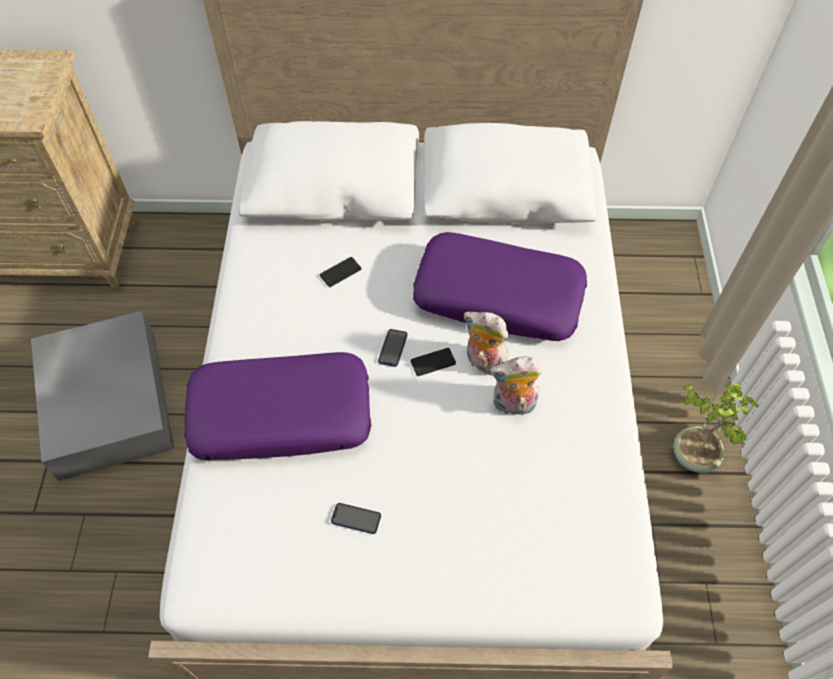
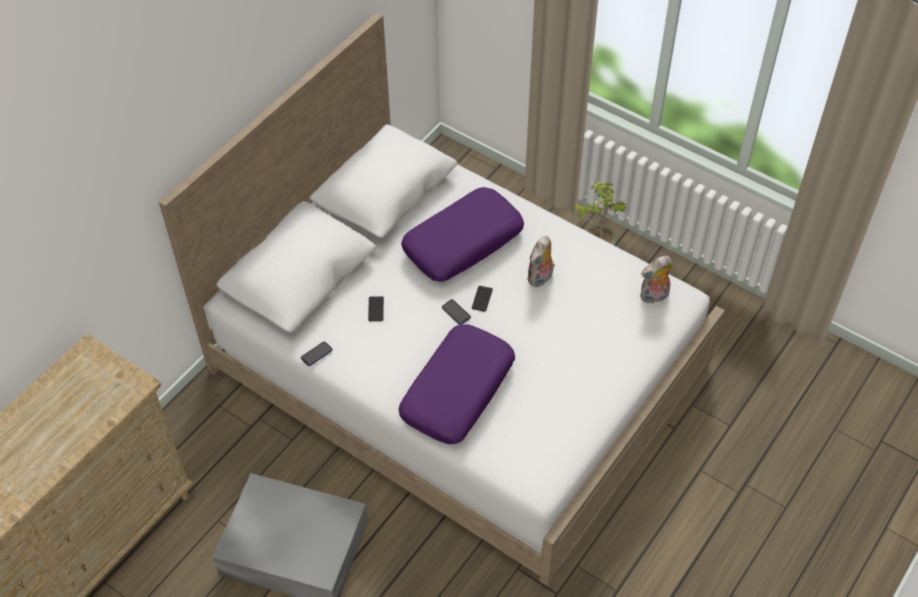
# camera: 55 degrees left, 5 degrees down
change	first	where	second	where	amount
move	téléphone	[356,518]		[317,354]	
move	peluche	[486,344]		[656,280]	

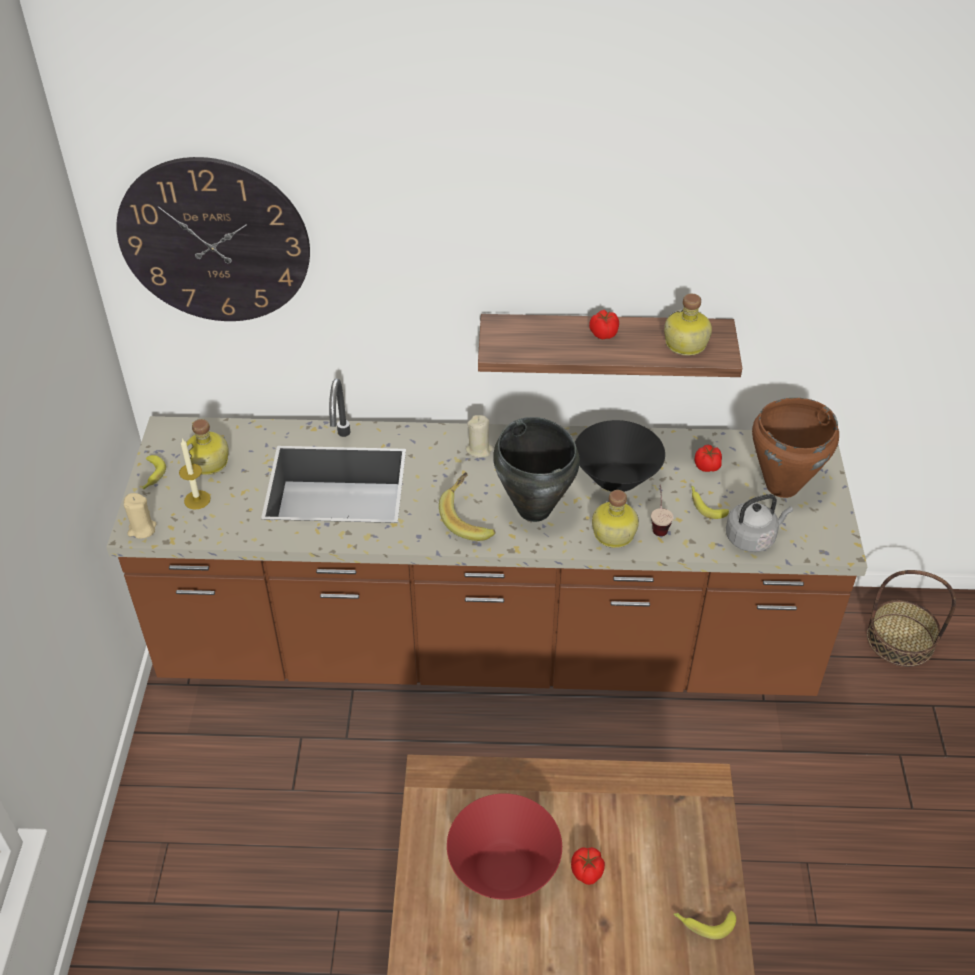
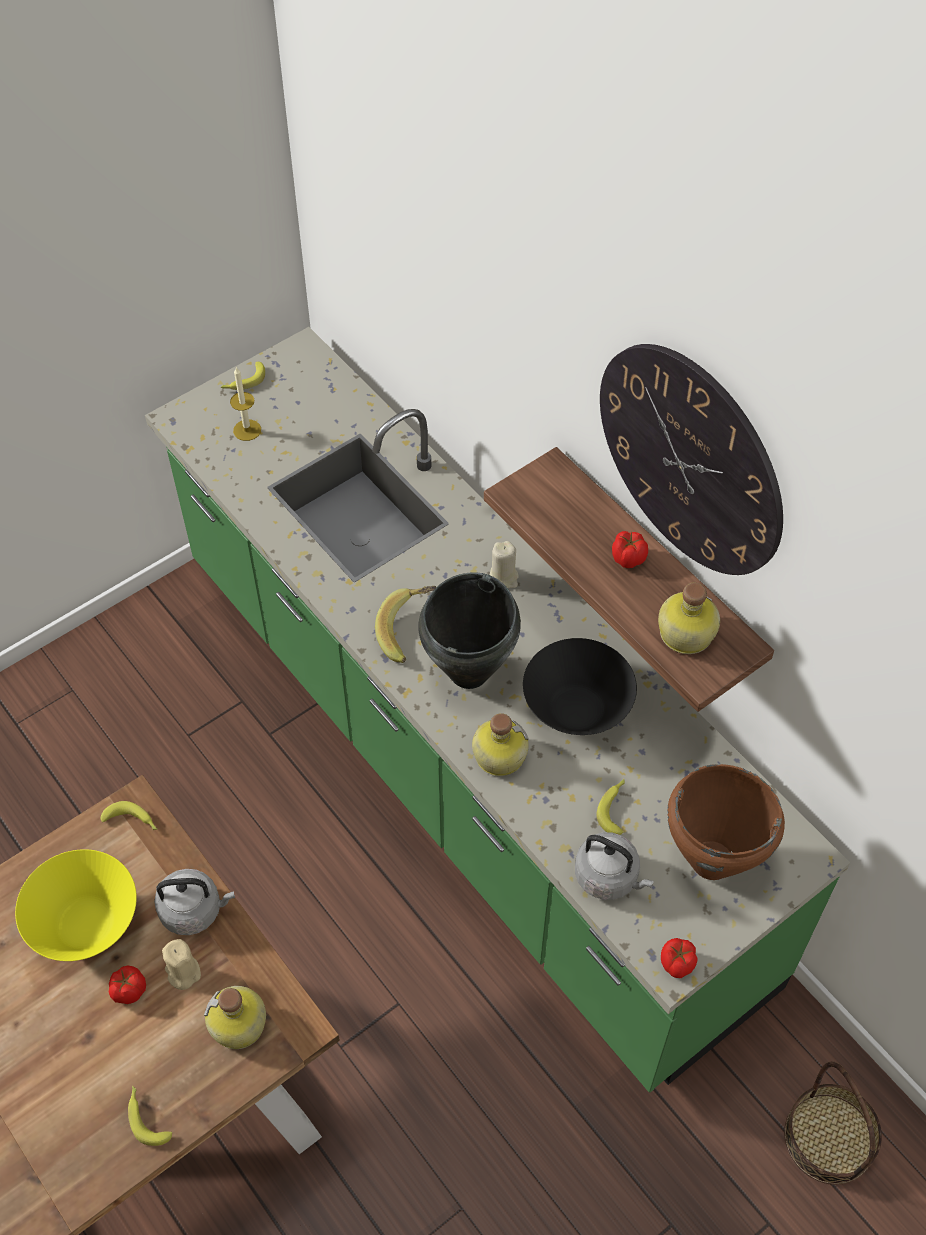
# camera: 50 degrees right, 10 degrees up
change	first	where	second	where	amount
delete	tasse	[662,510]			
insert			banane	[129,815]	
insert			bouilloire (gris)	[194,902]	
move	horloge murale	[213,239]		[691,459]	
move	bougie (beige)	[140,516]		[181,964]	
move	bouteille	[207,447]		[235,1017]	
move	tomate	[708,458]		[679,958]	
recolor	comptoir de cuisine (marron)	[486,537]	comptoir de cuisine (vert)	[497,710]	
recolor	bol (rouge)	[504,846]	bol (jaune)	[76,905]	

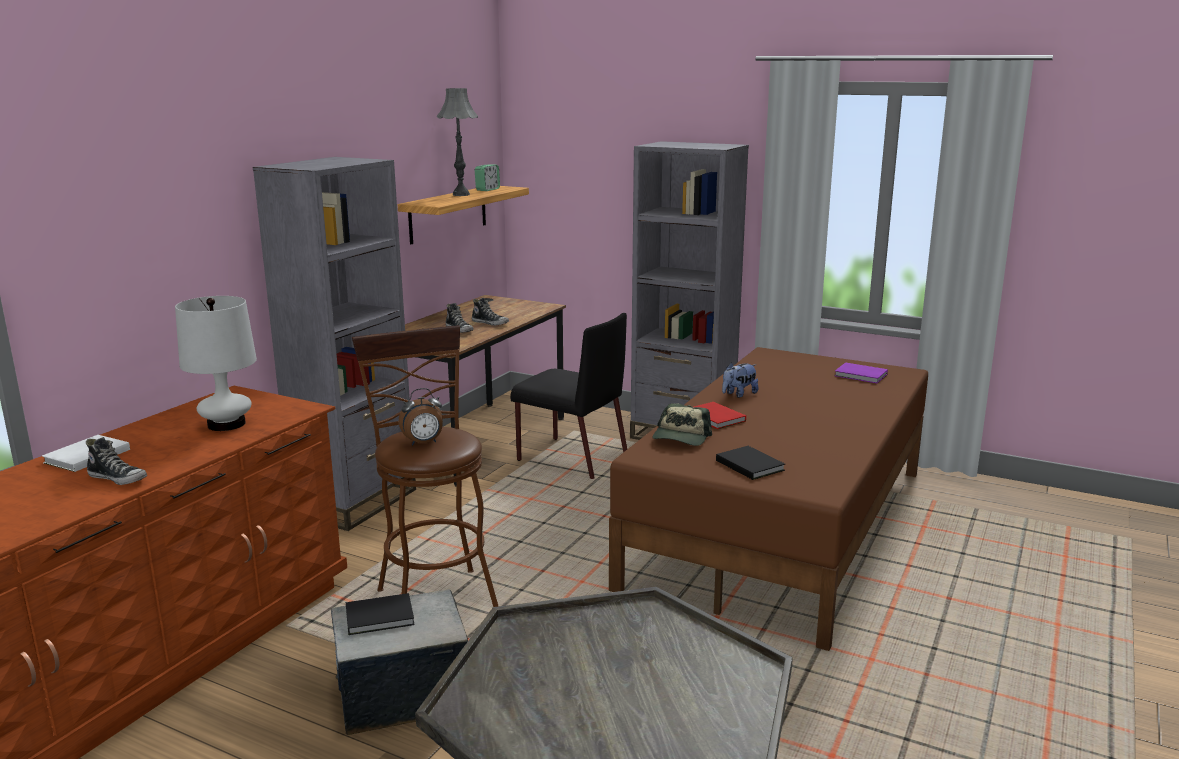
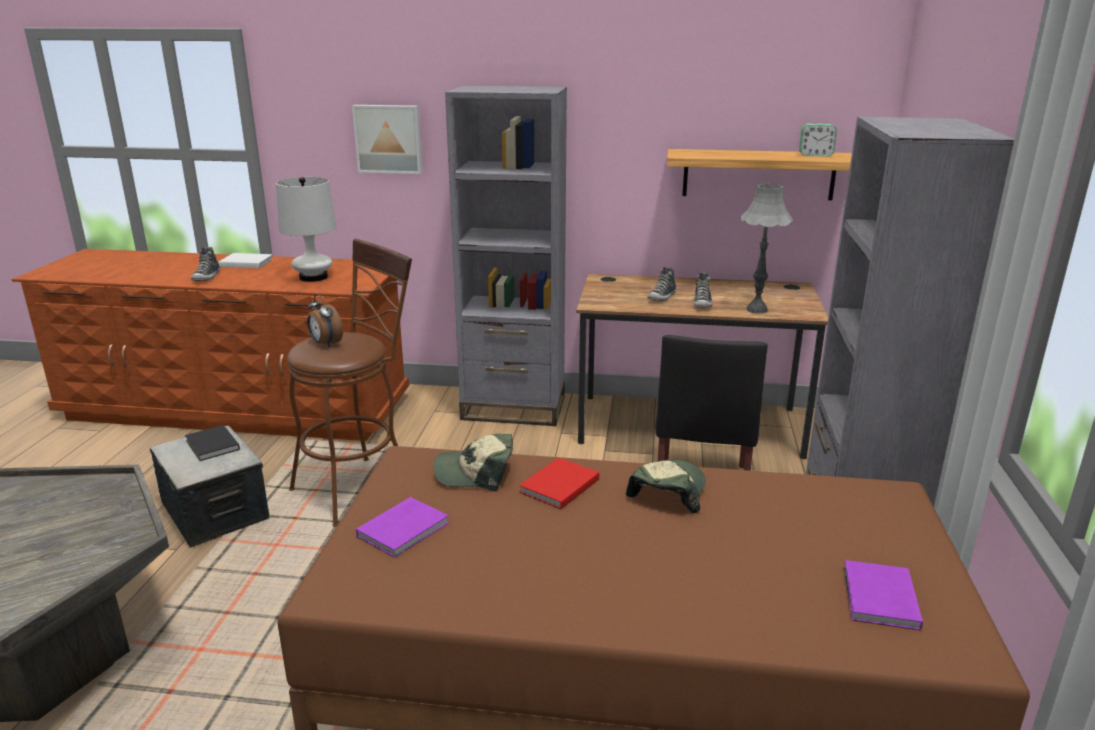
# camera: 70 degrees right, 5 degrees up
change	first	where	second	where	amount
insert			tableau	[387,139]	
move	lampe de table (gris)	[457,142]		[766,249]	
replace	peluche	[740,380]	casquette	[666,486]	
recolor	livre (noir)	[750,463]	livre (violet)	[402,527]	

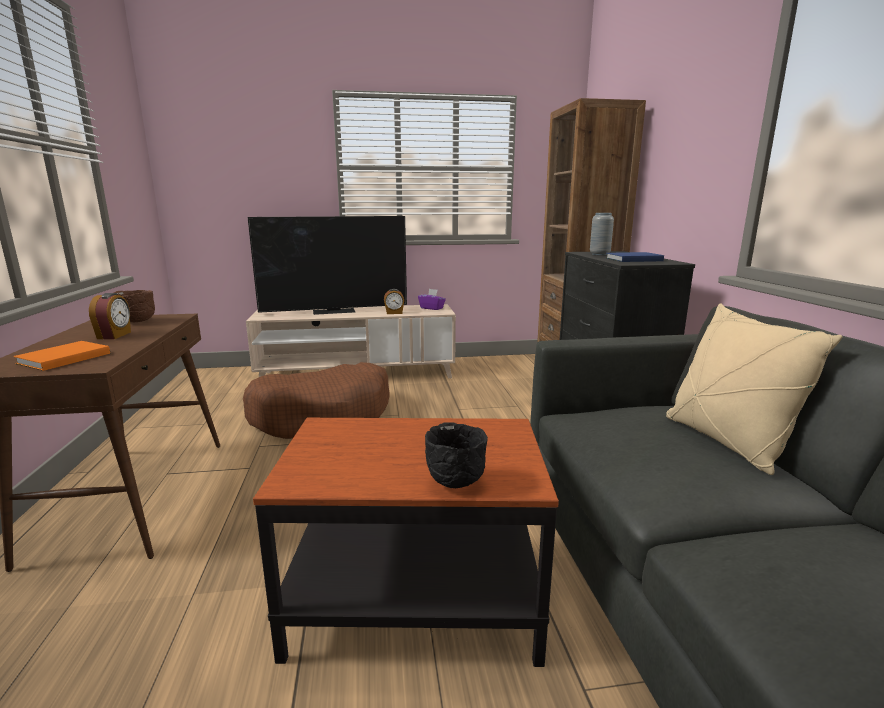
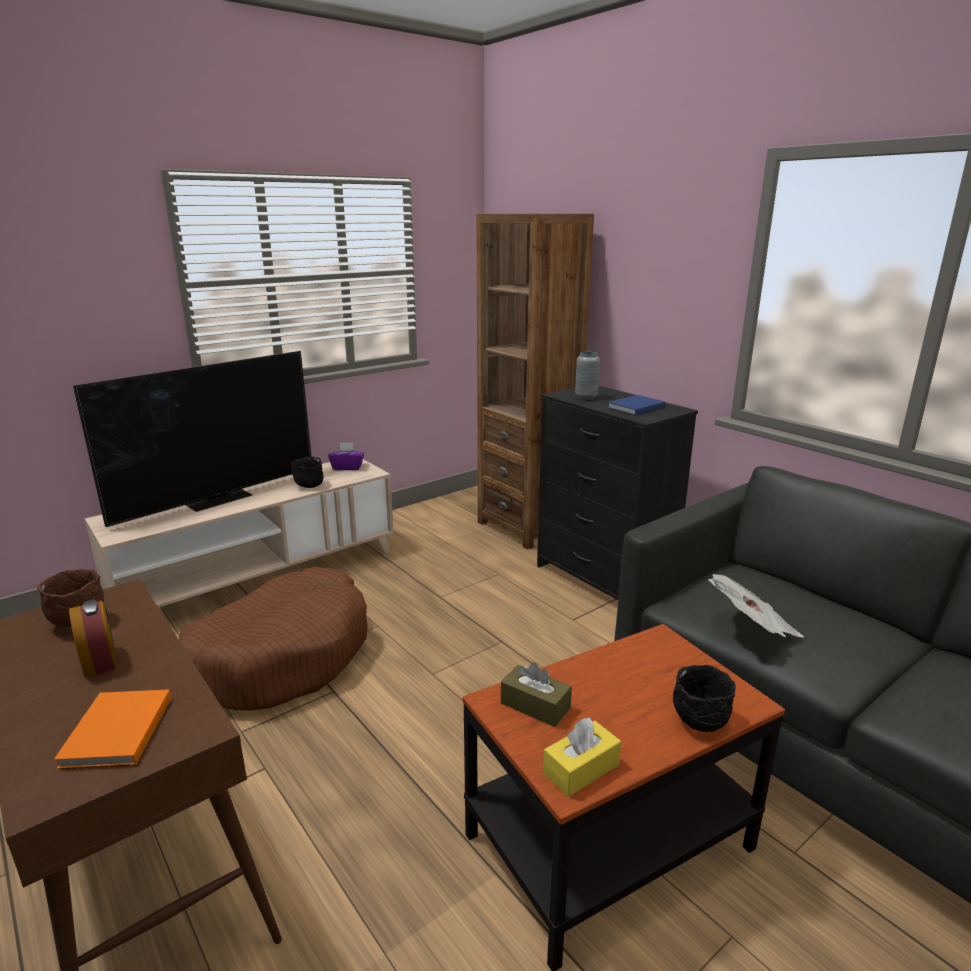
# camera: 30 degrees left, 5 degrees up
change	first	where	second	where	amount
delete	coussin (beige)	[754,389]			
insert			boîte à mouchoirs (marron)	[536,694]	
insert			boîte à mouchoirs (jaune)	[582,757]	
insert			journal	[756,605]	
replace	réveil	[394,301]	bol (noir)	[307,472]	

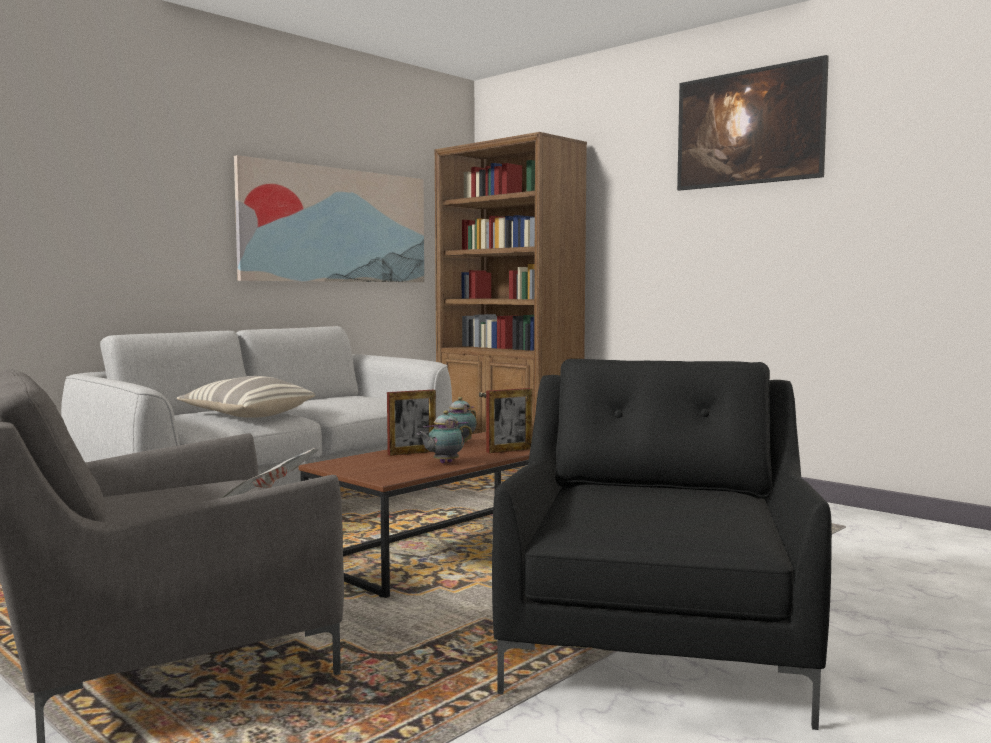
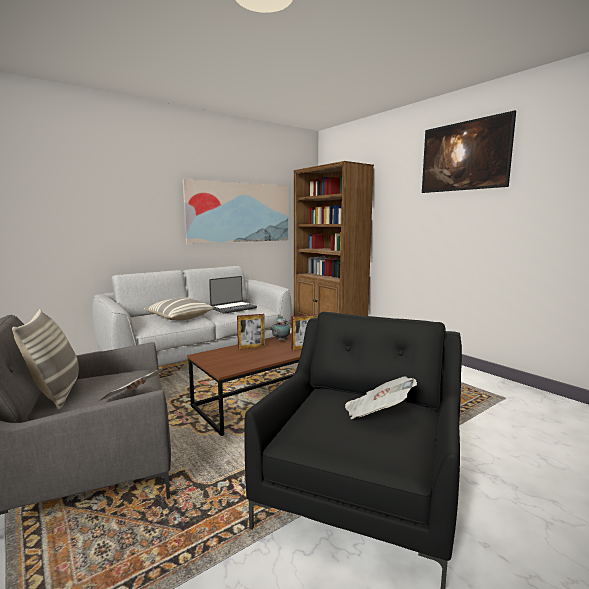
# camera: 10 degrees right, 5 degrees up
change	first	where	second	where	amount
delete	théière	[444,437]			
insert			coussin	[45,359]	
insert			ordinateur portable	[233,295]	
insert			journal	[381,397]	

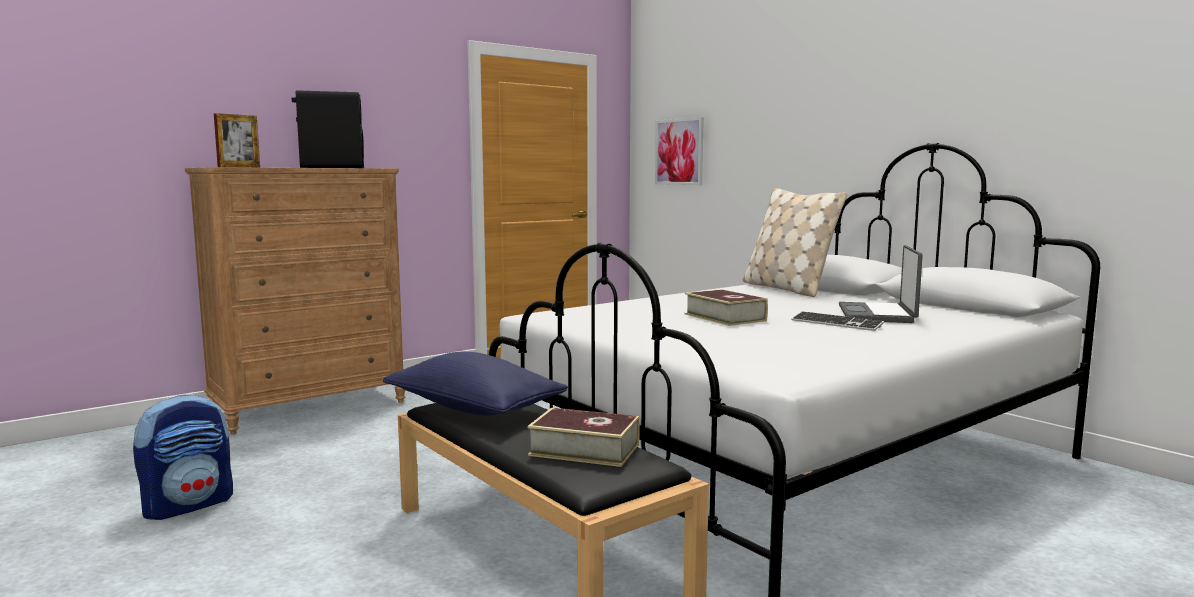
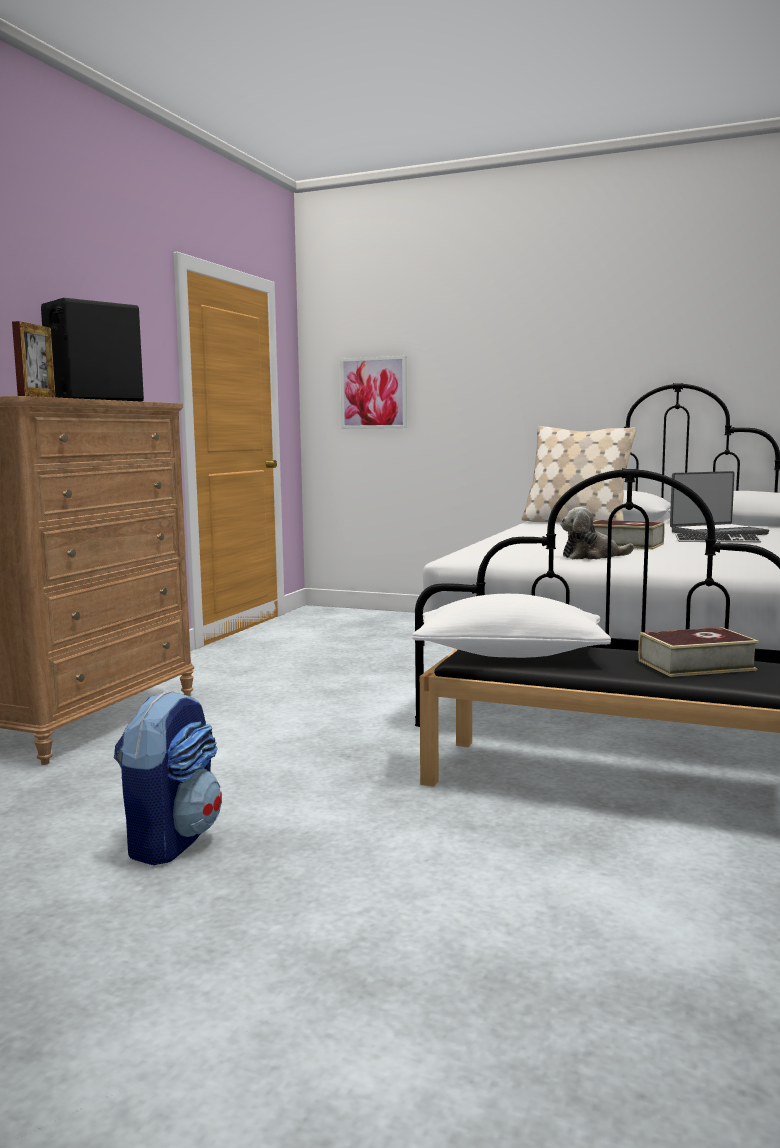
# camera: 30 degrees left, 0 degrees up
change	first	where	second	where	amount
insert			peluche	[597,533]	
recolor	coussin (bleu)	[475,384]	coussin (blanc)	[511,626]	
rotate	ordinateur portable	[881,284]		[719,503]	90 degrees counterclockwise

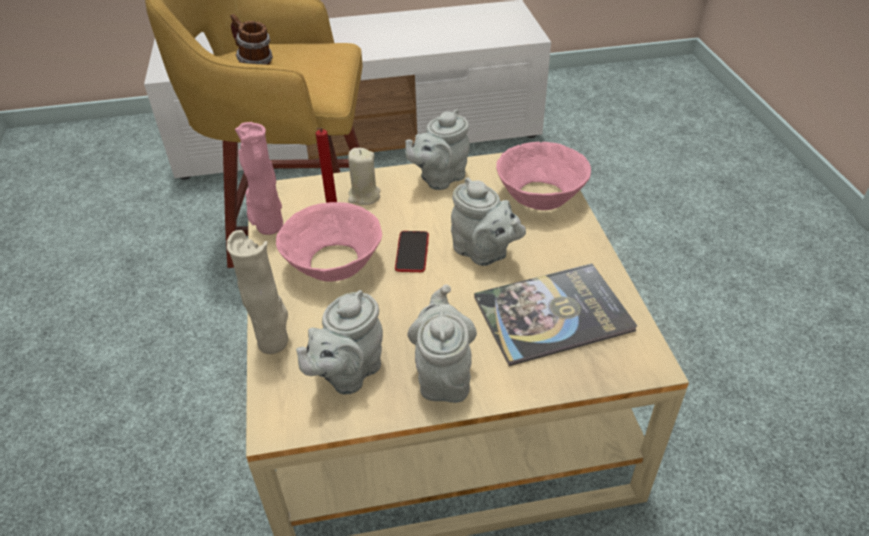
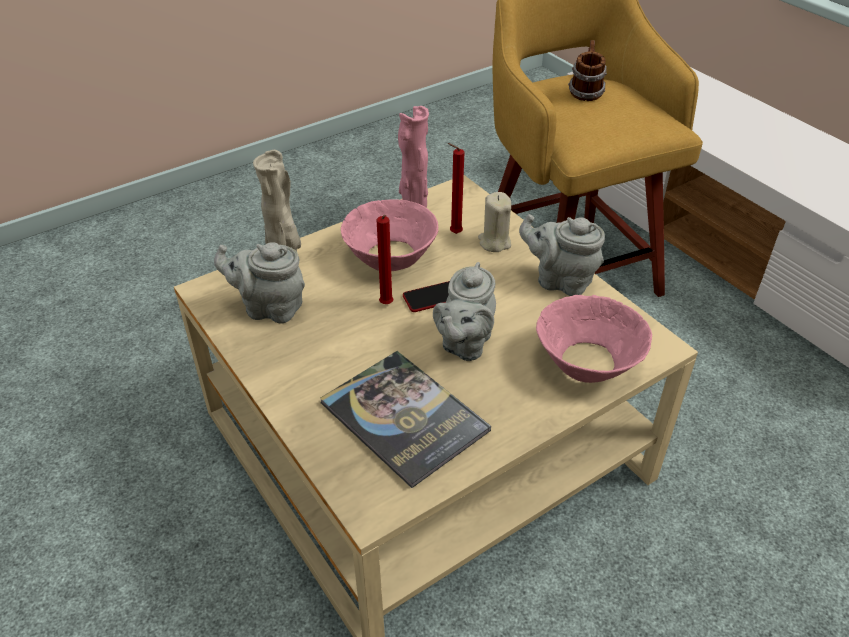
# camera: 65 degrees right, 0 degrees up
change	first	where	second	where	amount
delete	théière (gris)	[442,343]			
insert			bougie (rouge)	[385,259]	

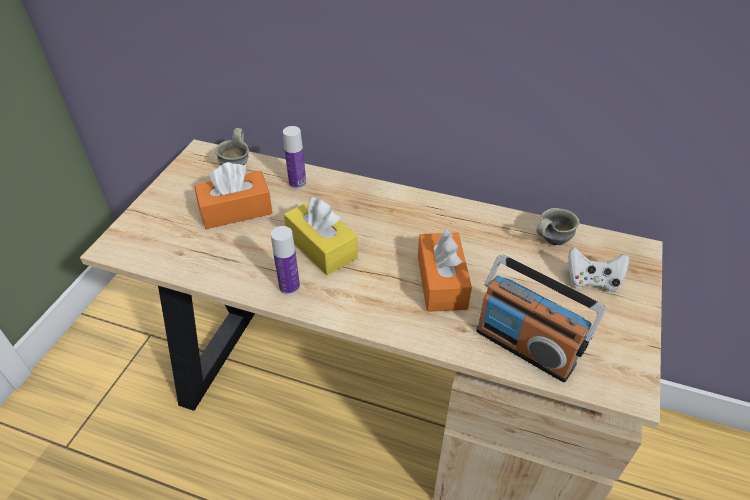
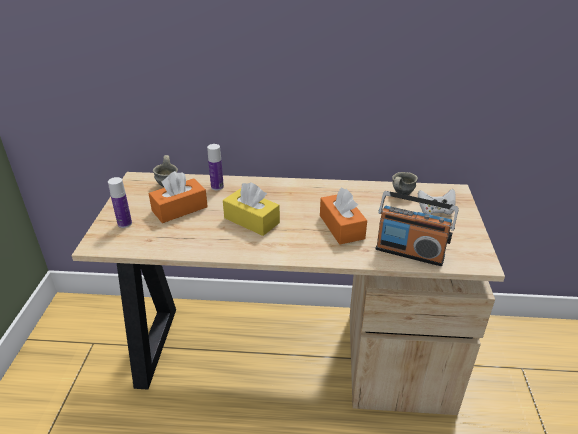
# camera: 15 degrees left, 10 degrees down
change	first	where	second	where	amount
move	bouteille	[285,260]		[120,202]	

